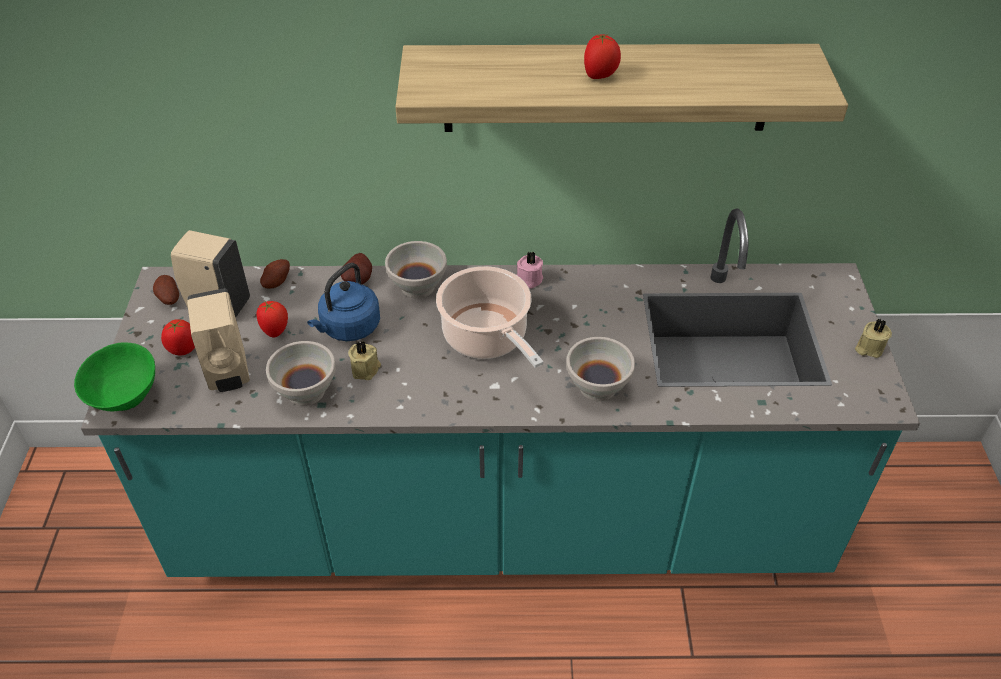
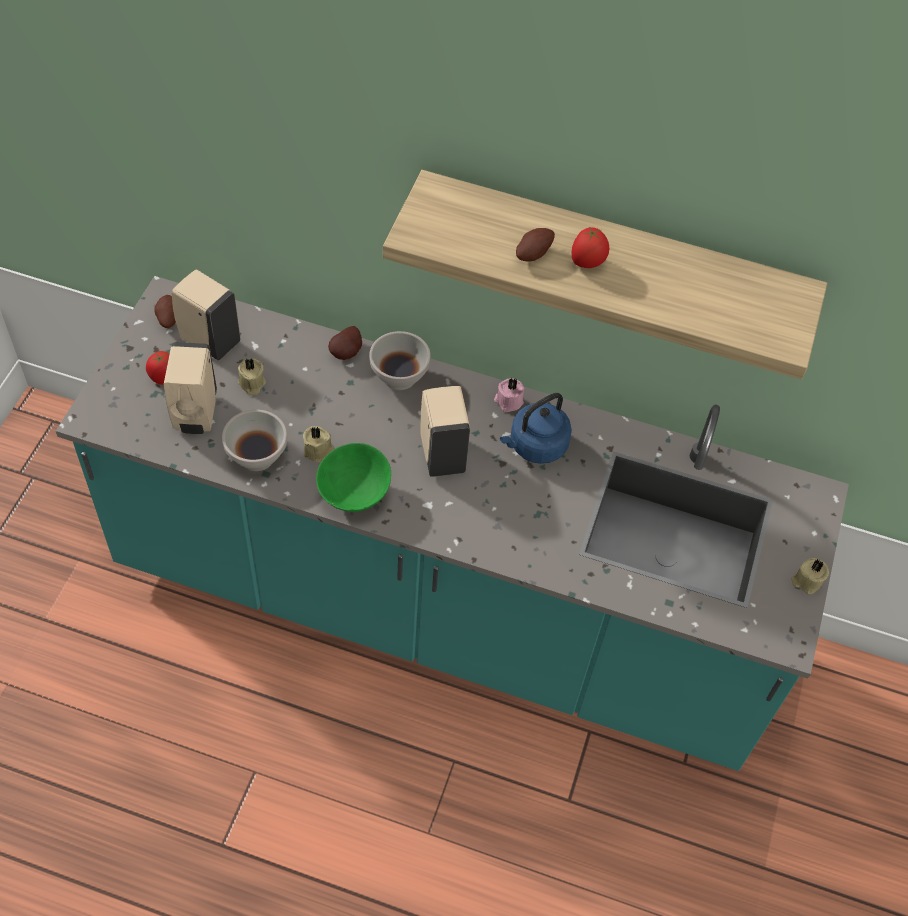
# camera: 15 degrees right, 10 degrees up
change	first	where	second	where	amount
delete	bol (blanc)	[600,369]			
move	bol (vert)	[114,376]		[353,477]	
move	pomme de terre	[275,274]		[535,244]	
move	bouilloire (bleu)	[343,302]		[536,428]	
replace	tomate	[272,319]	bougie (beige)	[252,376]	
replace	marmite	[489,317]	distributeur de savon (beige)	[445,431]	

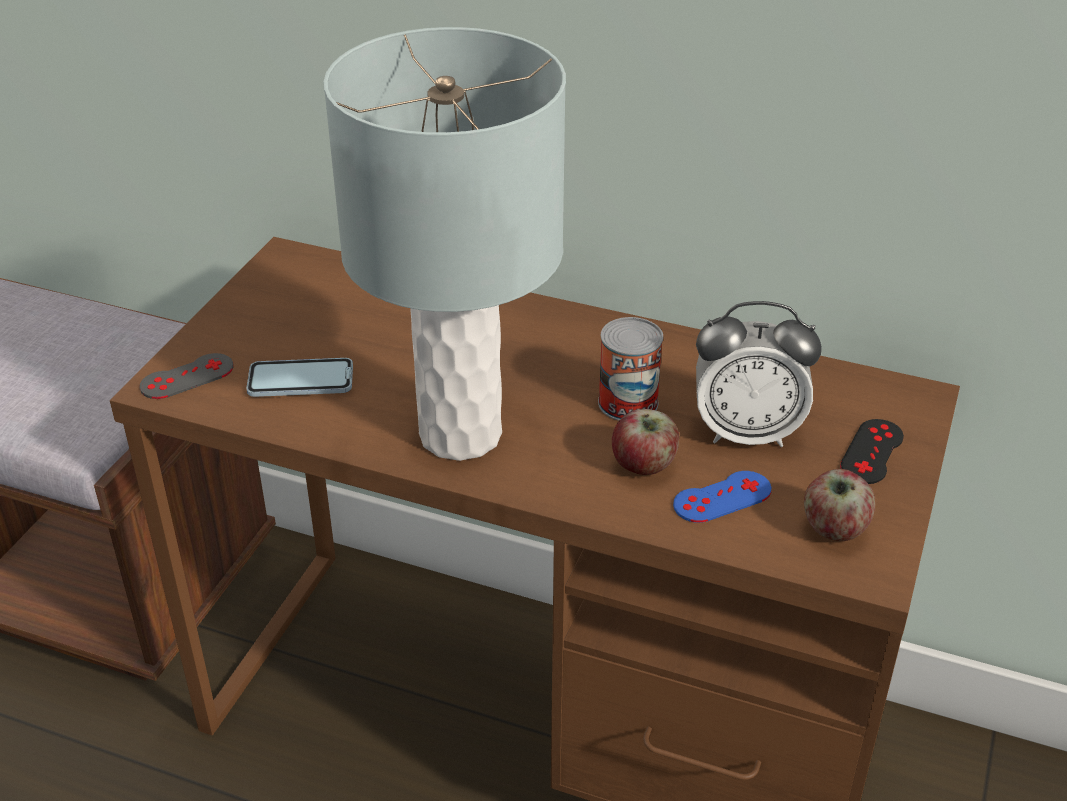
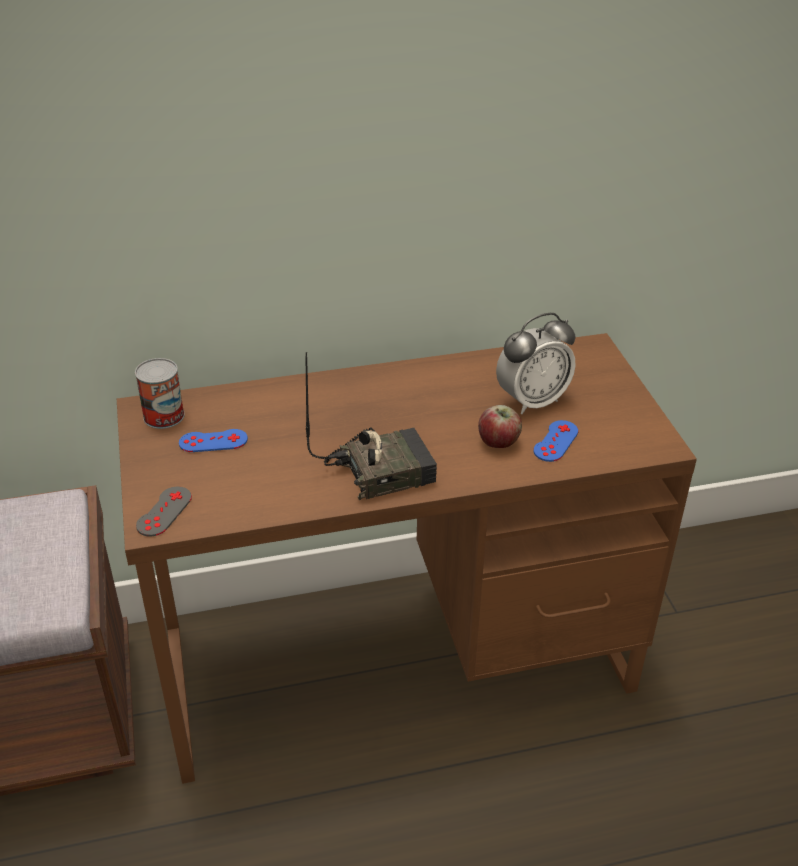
# camera: 35 degrees left, 0 degrees up
change	first	where	second	where	amount
delete	téléphone	[299,377]			
delete	pomme	[839,505]			
delete	manette (noir)	[872,451]			
insert			manette (bleu)	[213,440]	
move	boîte métallique	[630,369]		[160,393]	
replace	lampe de table (gris)	[444,244]	radio	[371,426]	

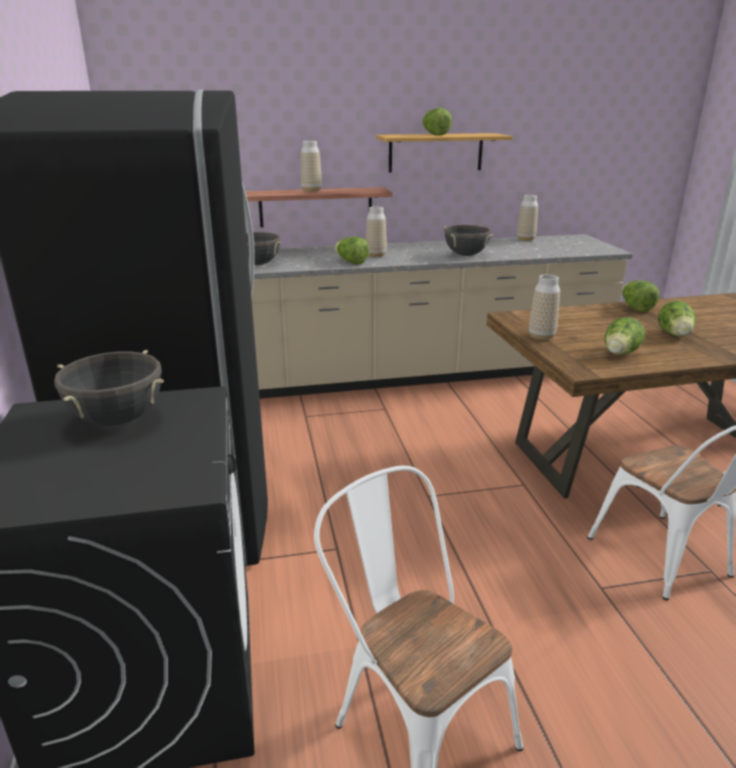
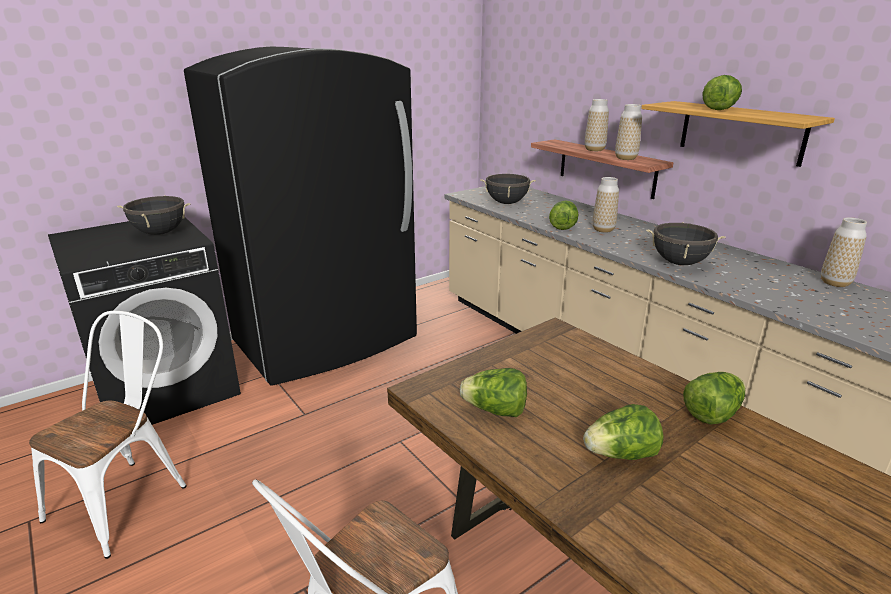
# camera: 65 degrees right, 0 degrees up
change	first	where	second	where	amount
move	vase	[544,307]		[628,132]	

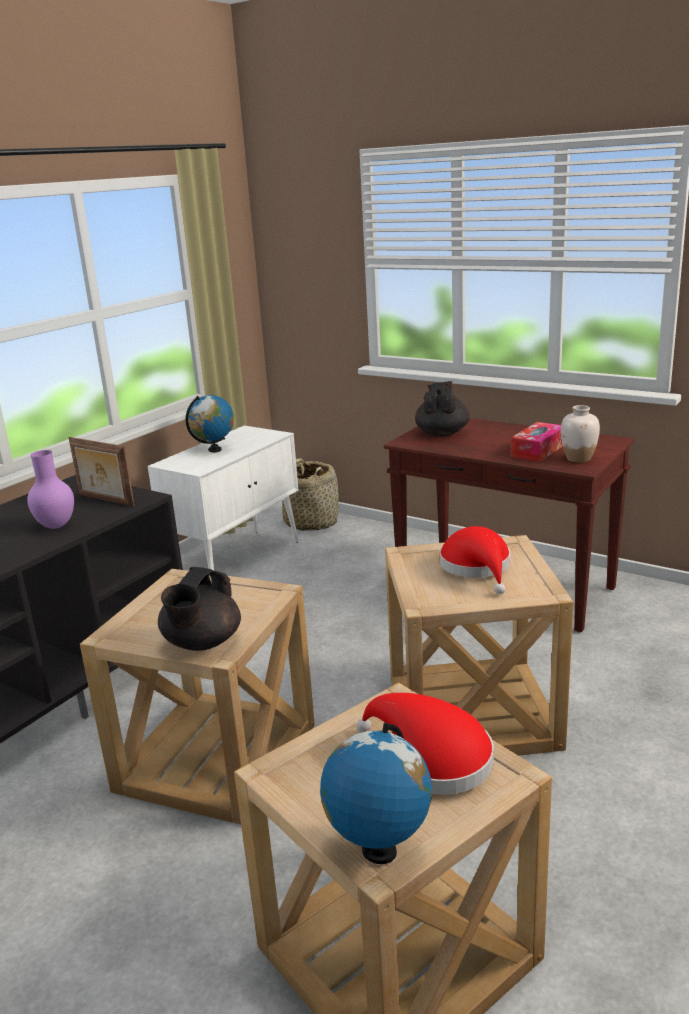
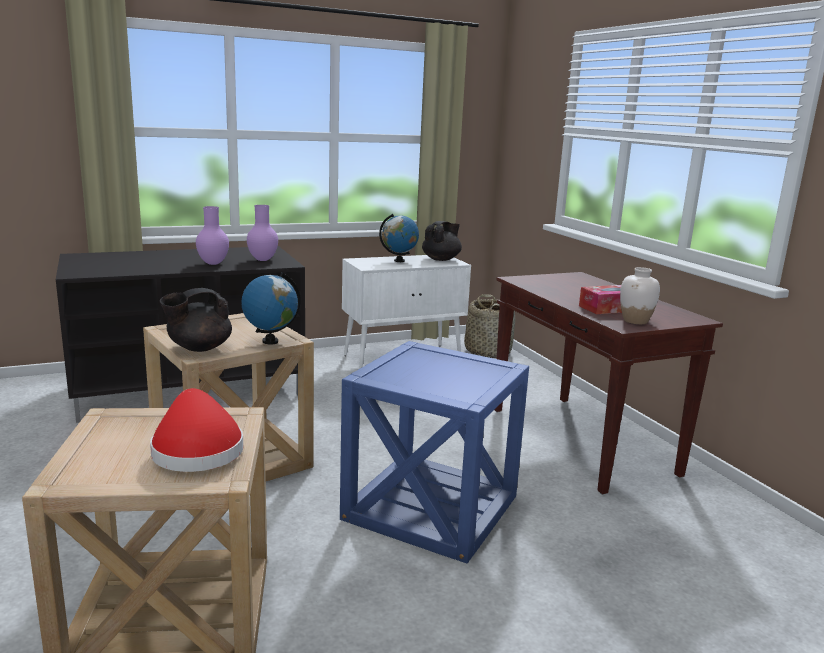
# camera: 30 degrees right, 5 degrees down
change	first	where	second	where	amount
delete	chapeau (rouge)	[475,560]			
move	globe	[376,793]		[270,309]	
move	théière (noir)	[442,409]		[442,241]	
replace	cadre photo	[102,471]	vase (violet)	[262,233]	
recolor	table d'appoint (beige)	[479,645]	table d'appoint (bleu)	[434,452]	

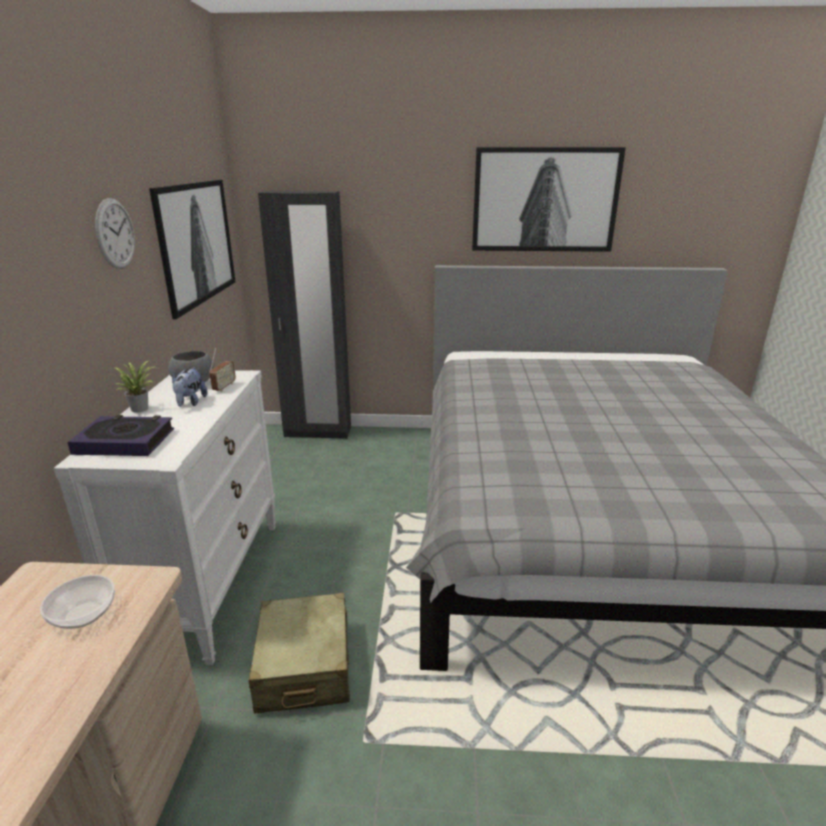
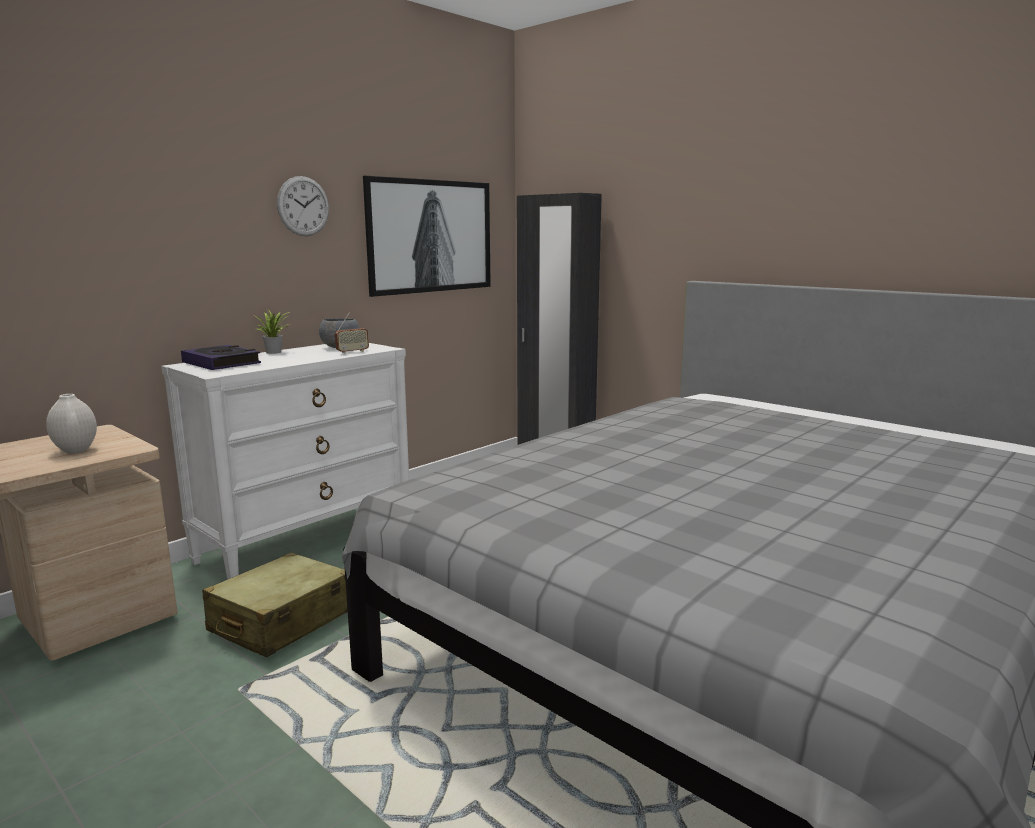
# camera: 40 degrees right, 10 degrees down
change	first	where	second	where	amount
delete	peluche	[190,387]			
delete	tableau	[549,199]			
replace	bol	[77,602]	vase (blanc)	[71,424]	

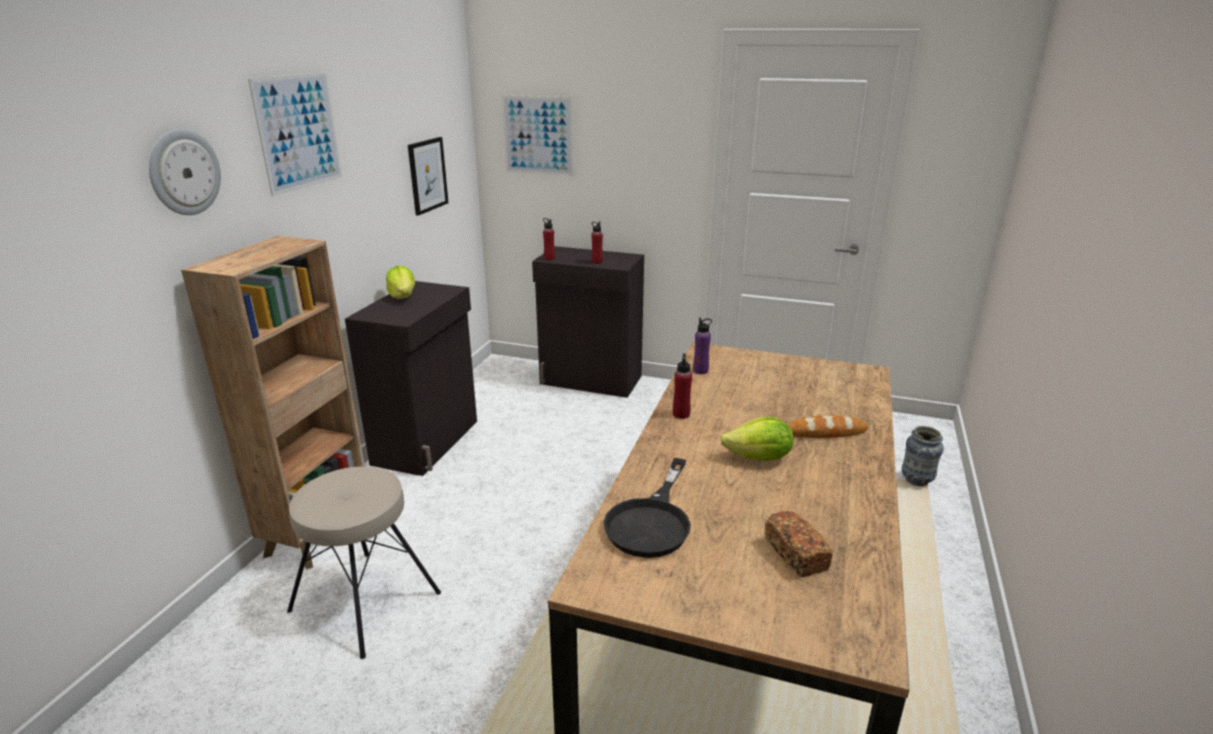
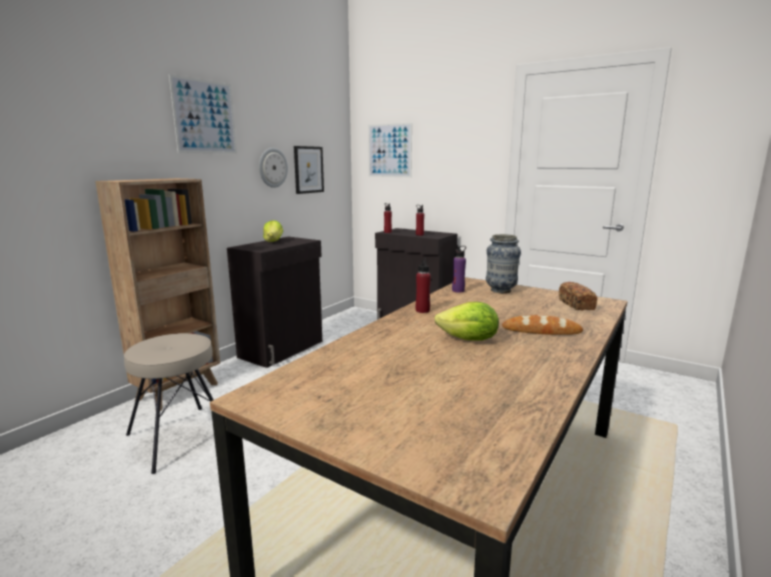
# camera: 15 degrees right, 10 degrees down
change	first	where	second	where	amount
delete	poêle (noir)	[647,508]			
move	horloge murale	[185,172]		[273,168]	
move	pain	[798,544]		[578,296]	
move	vase	[923,456]		[503,263]	

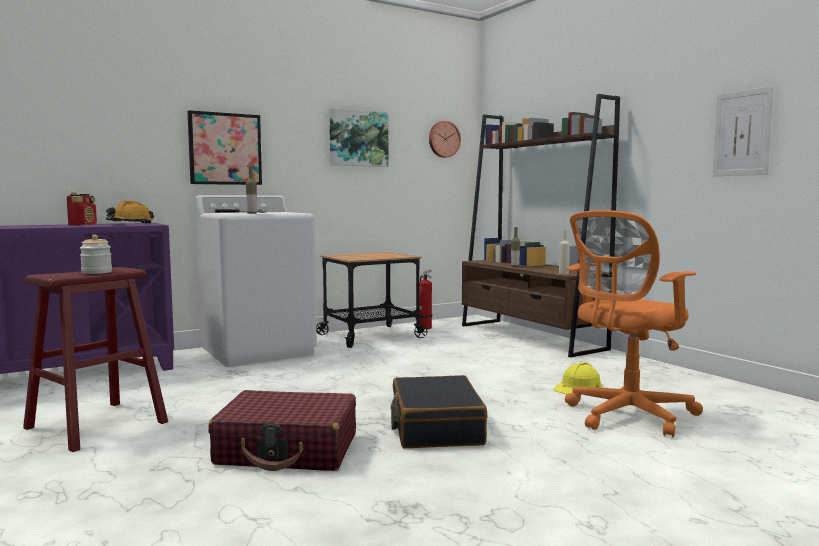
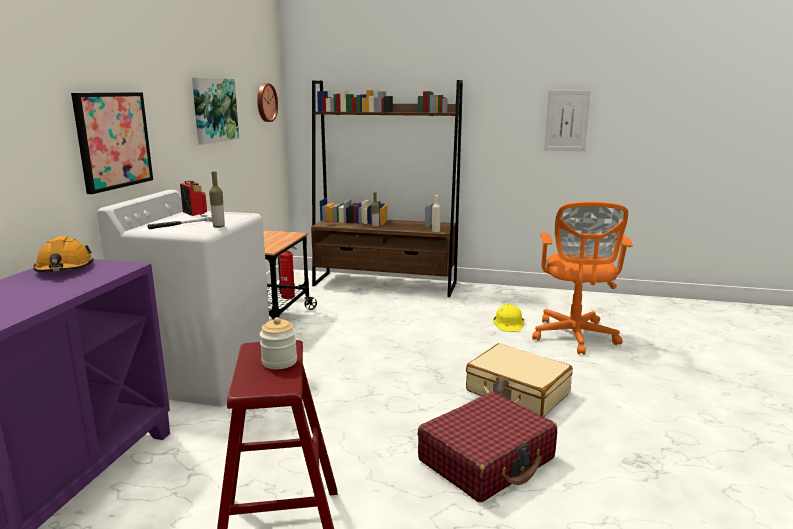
# camera: 45 degrees left, 10 degrees up
change	first	where	second	where	amount
move	radio	[82,209]		[193,198]	
recolor	valise (noir)	[439,411]	valise (beige)	[519,380]	

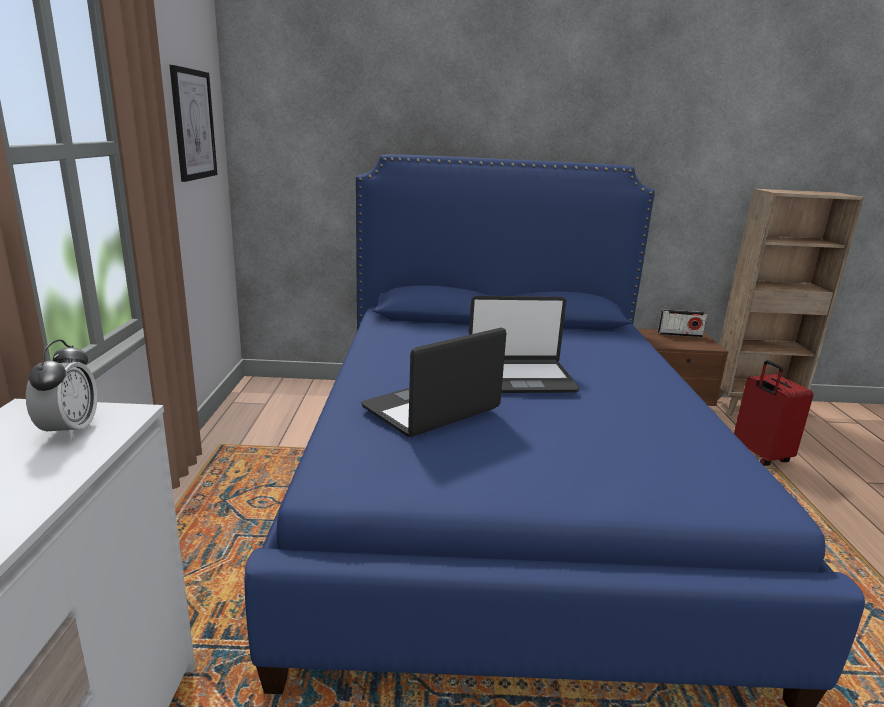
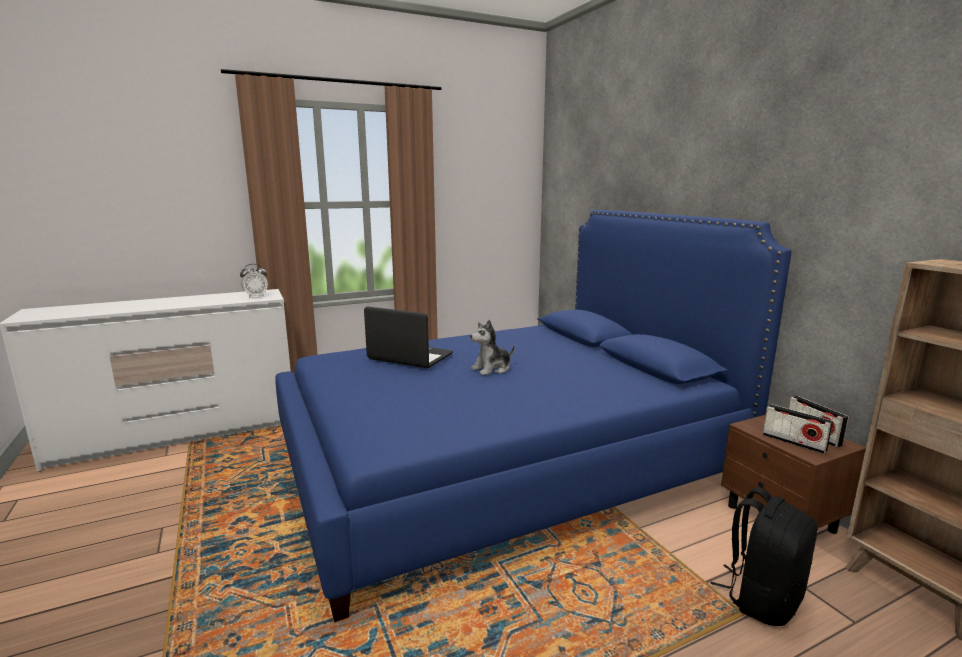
# camera: 65 degrees right, 5 degrees down
change	first	where	second	where	amount
delete	tableau	[193,123]			
insert			radio	[798,429]	
replace	ordinateur portable	[524,344]	peluche	[492,347]	
replace	valise (rouge)	[774,413]	sac à dos (noir)	[764,556]	

